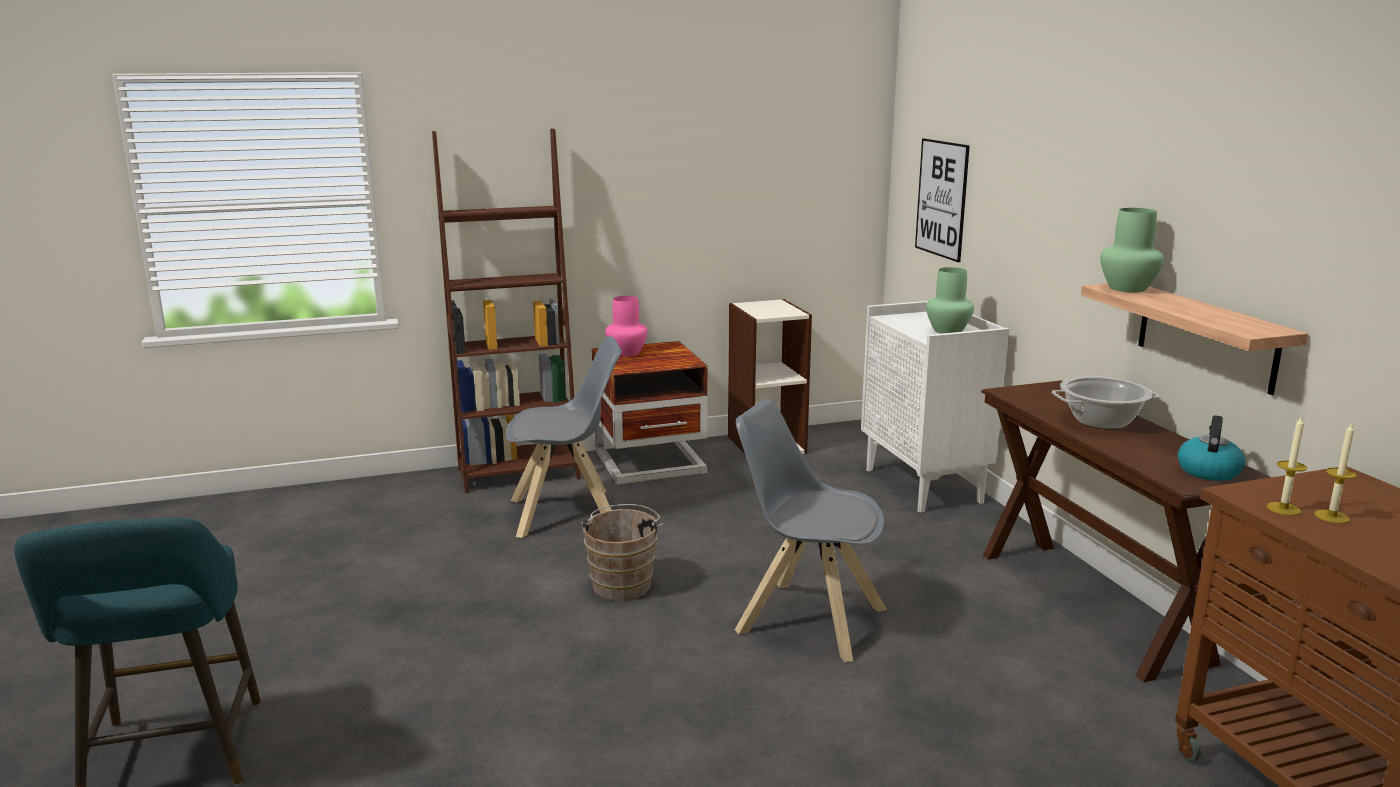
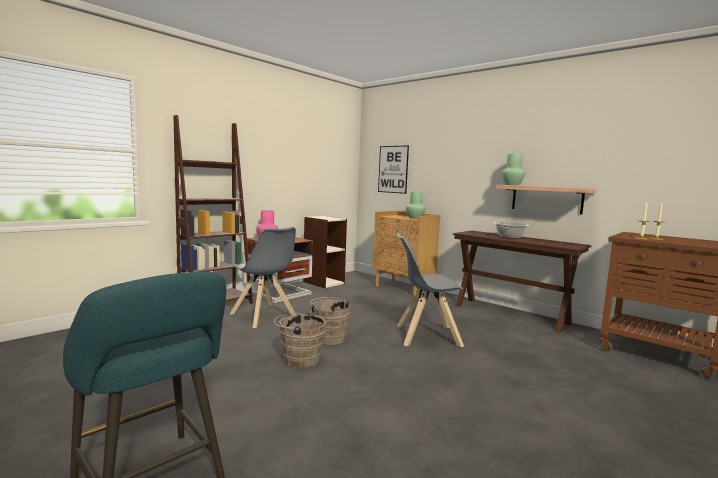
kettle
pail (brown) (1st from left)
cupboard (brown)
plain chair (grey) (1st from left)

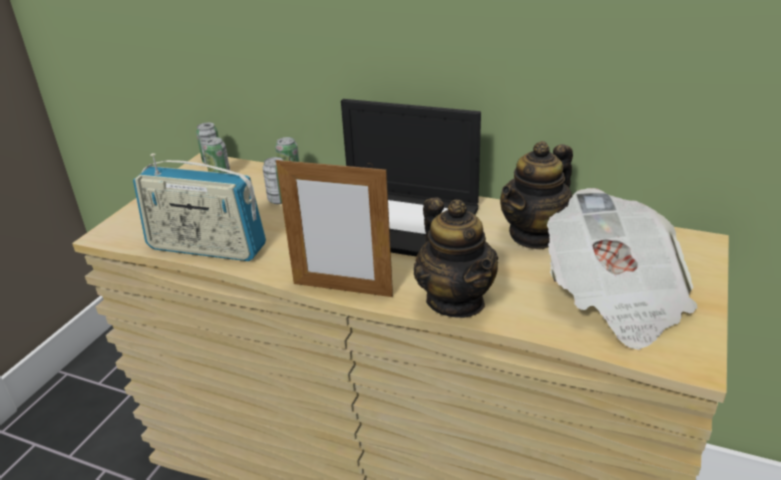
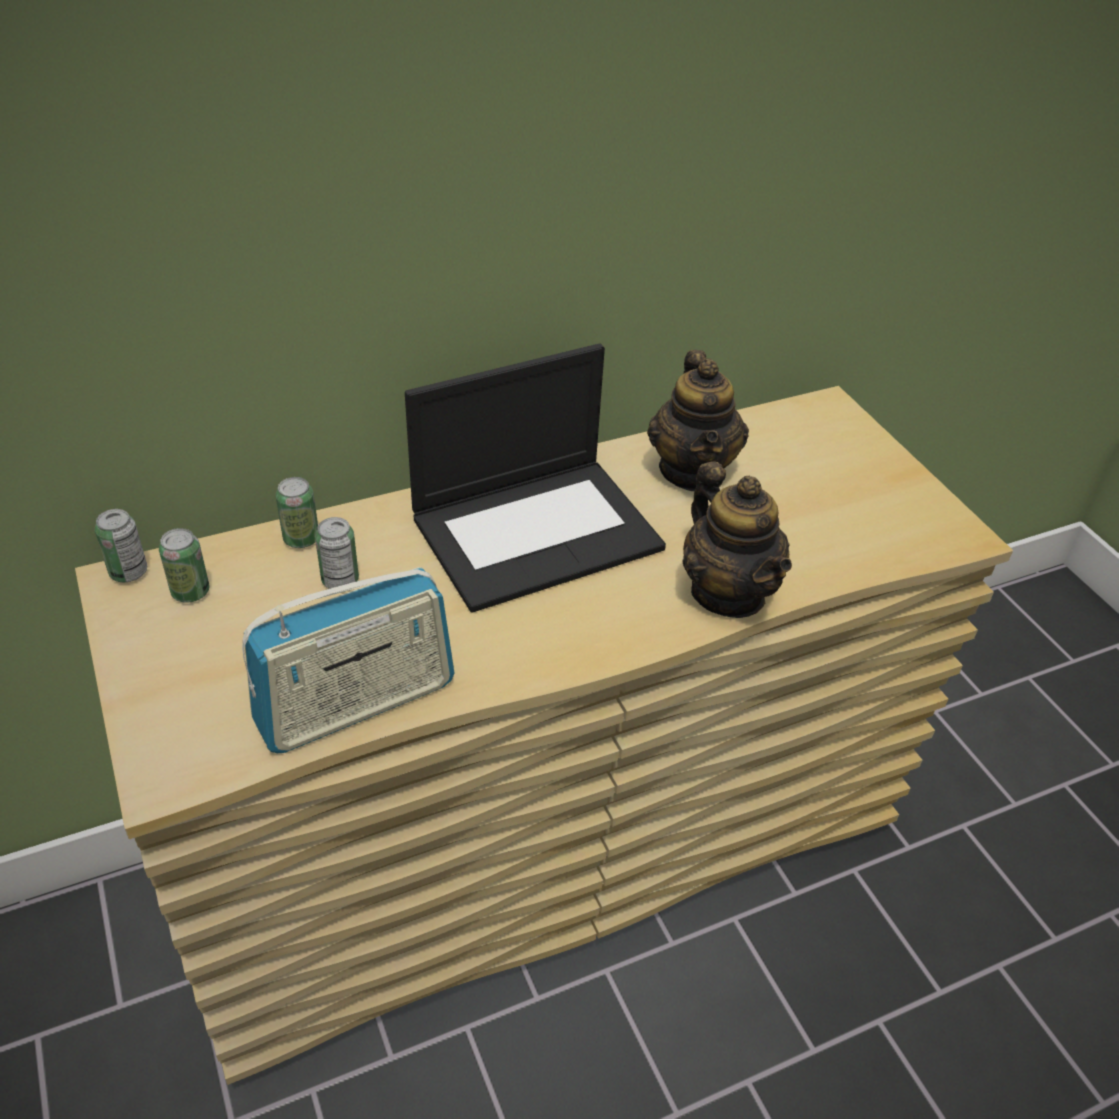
picture frame
daily paper
tea pot (2nd from left)

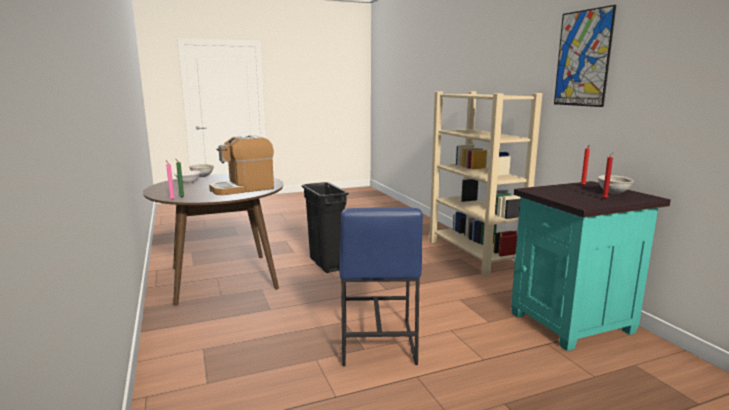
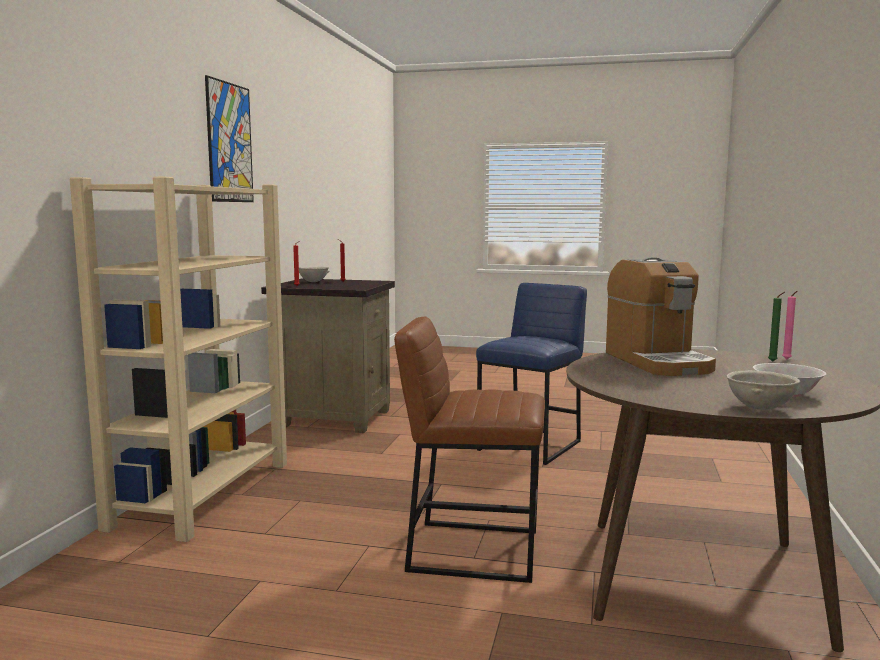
plain chair (brown)
cupboard (beige)
coffee brewer

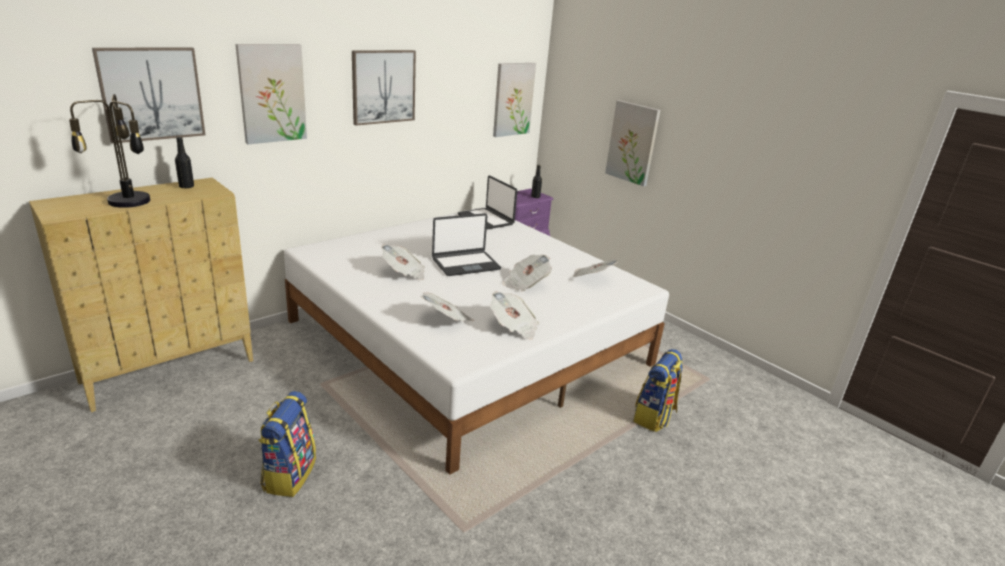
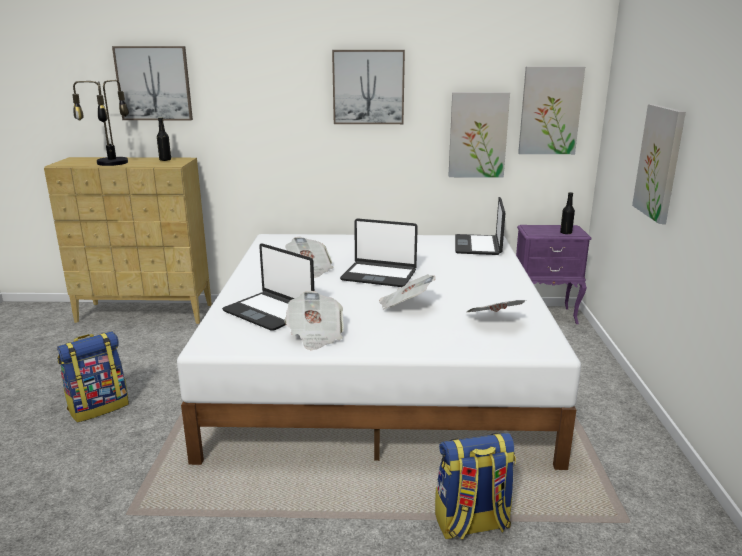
picture (3rd from left)
notebook computer (1st from left)

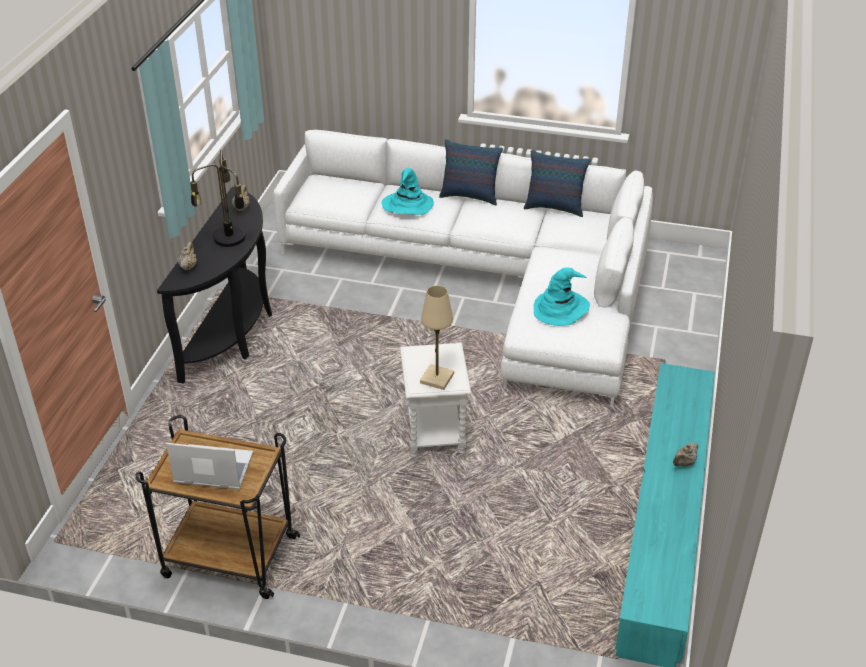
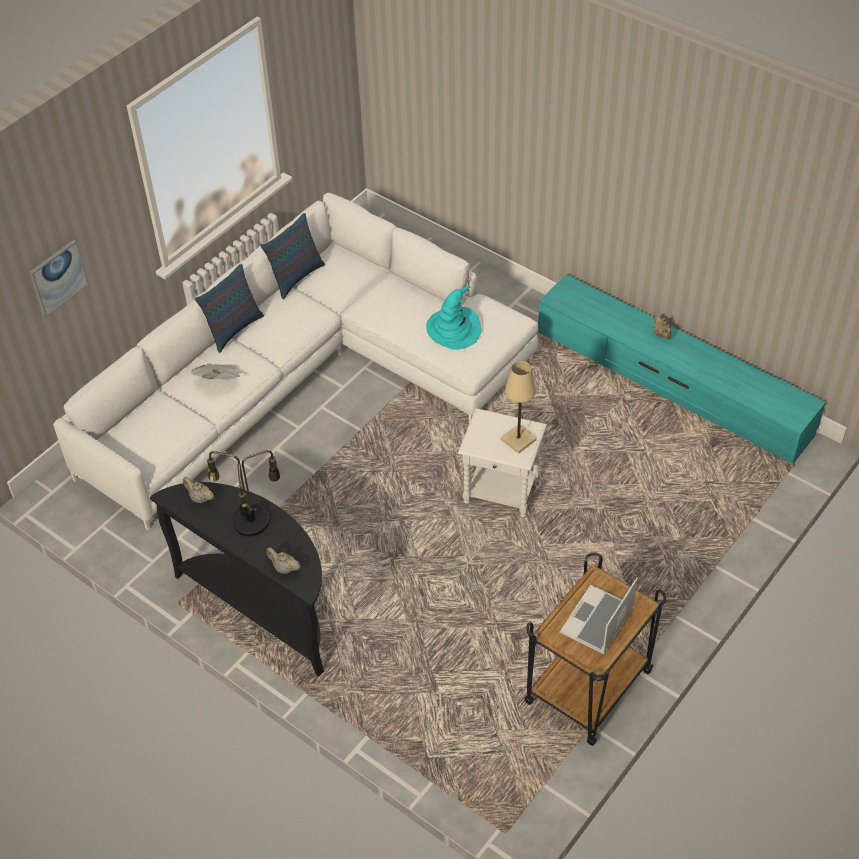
picture
daily paper

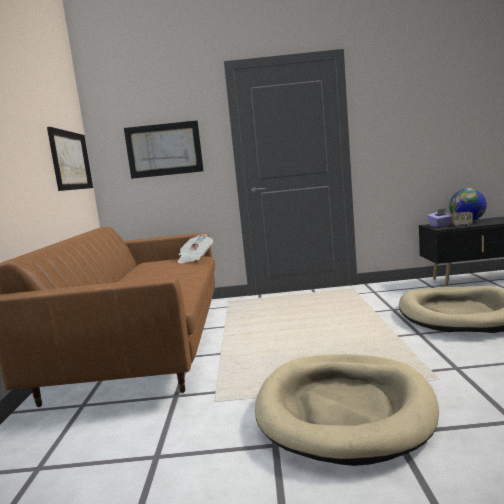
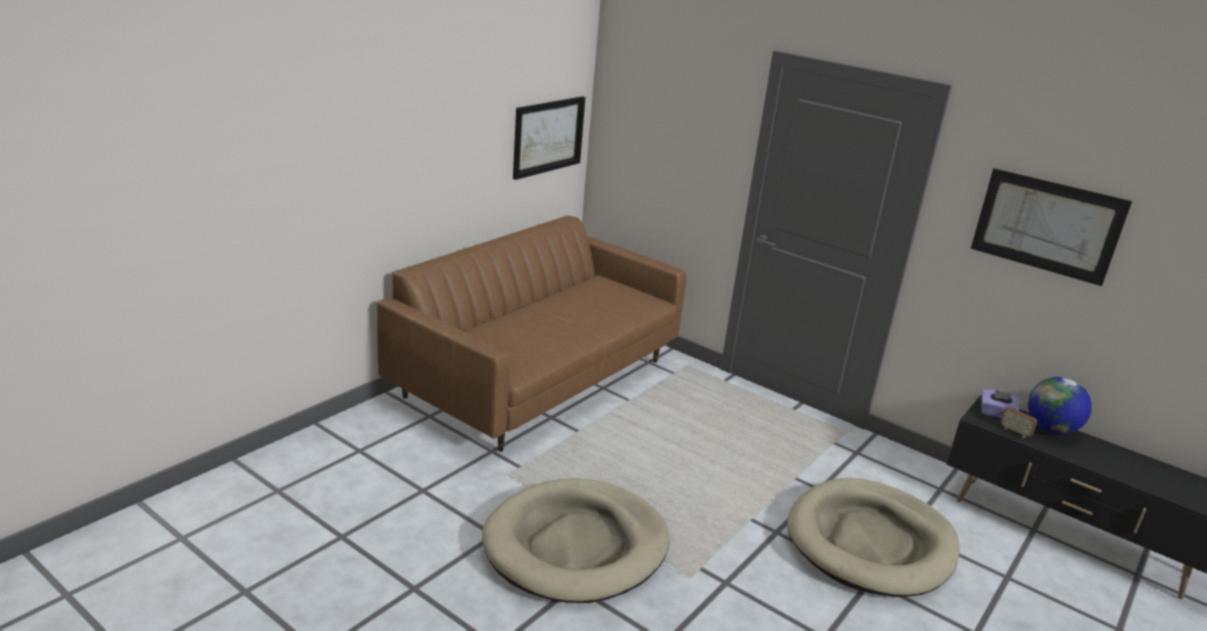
daily paper
picture (2nd from left)

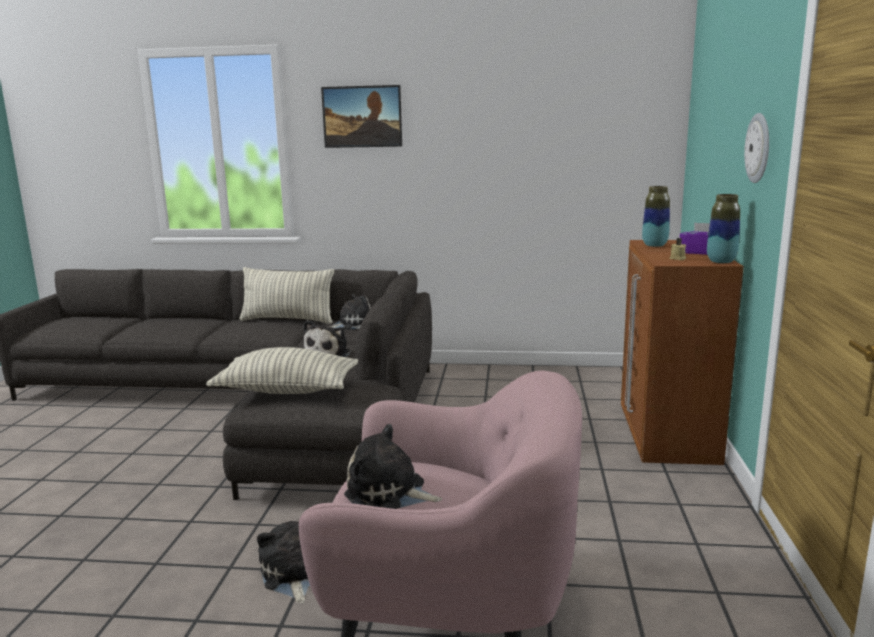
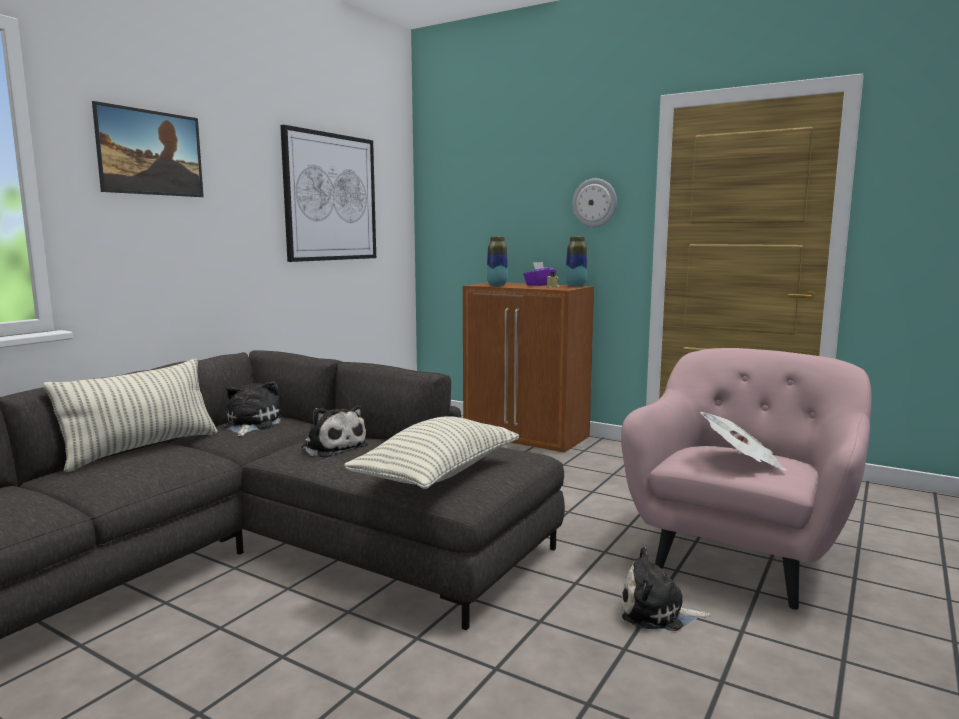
picture (2nd from left)
daily paper

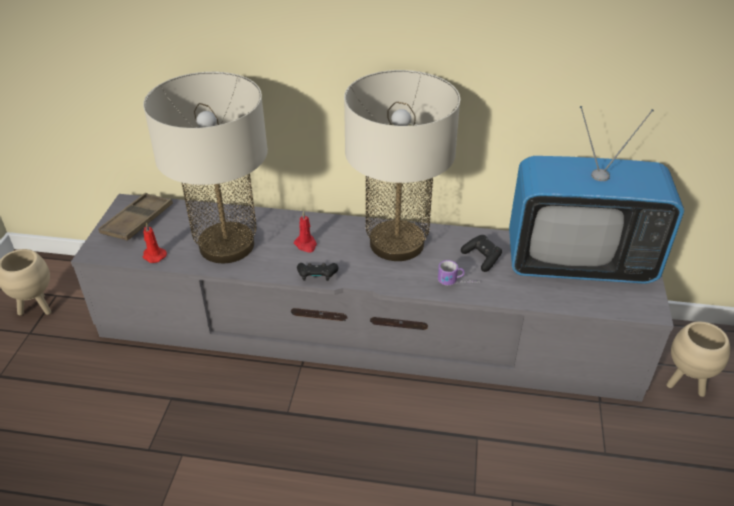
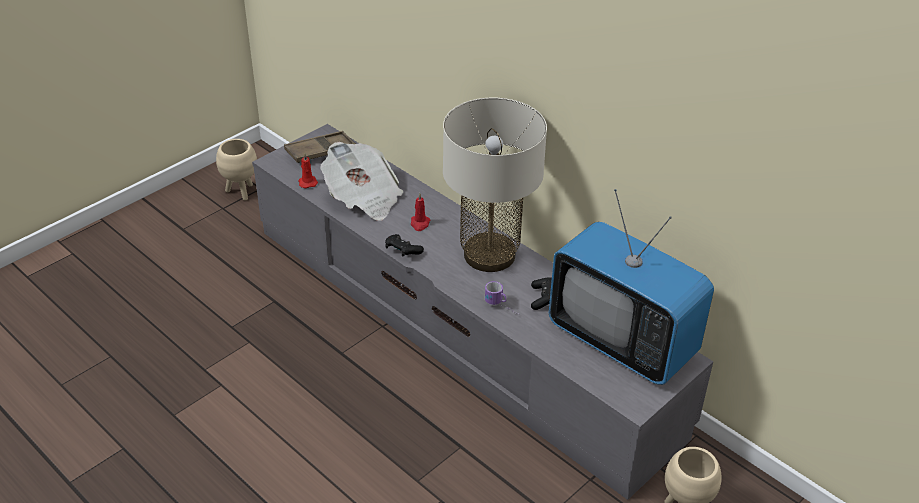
daily paper

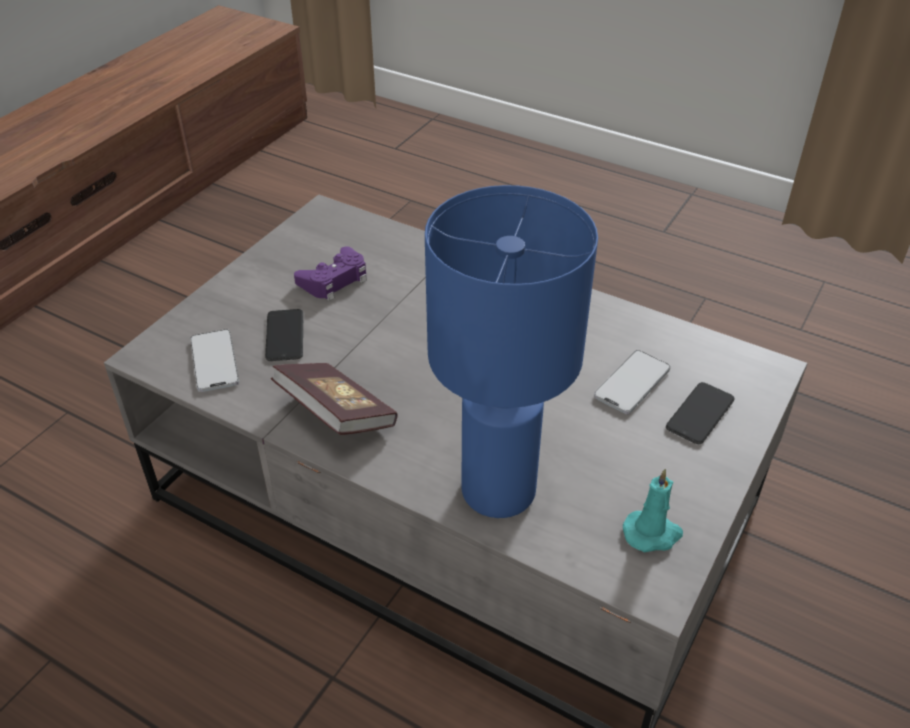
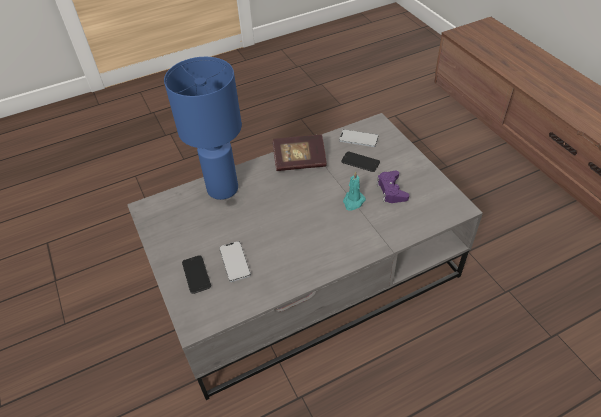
candle (turquoise-coloured)

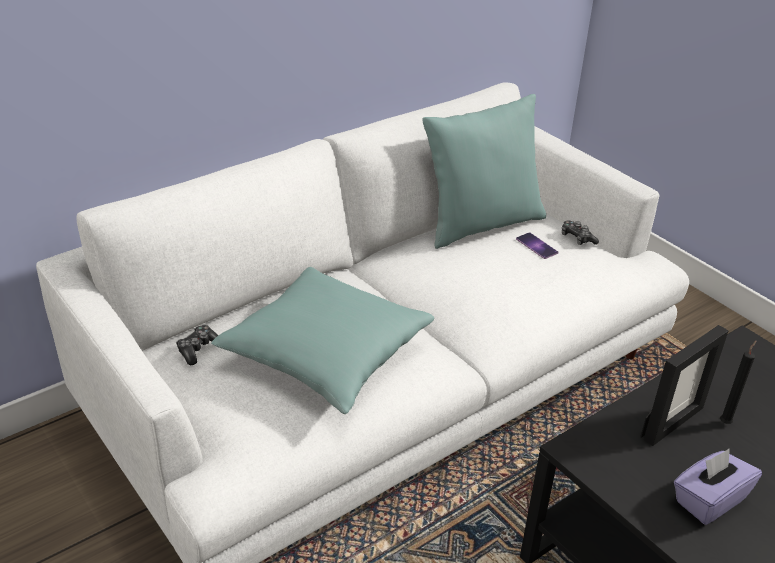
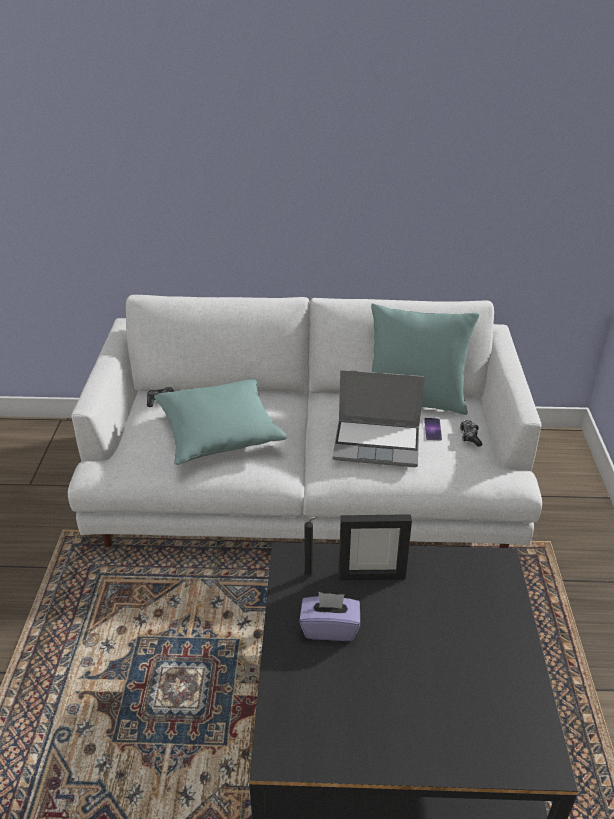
notebook computer
candle (black-coloured)

